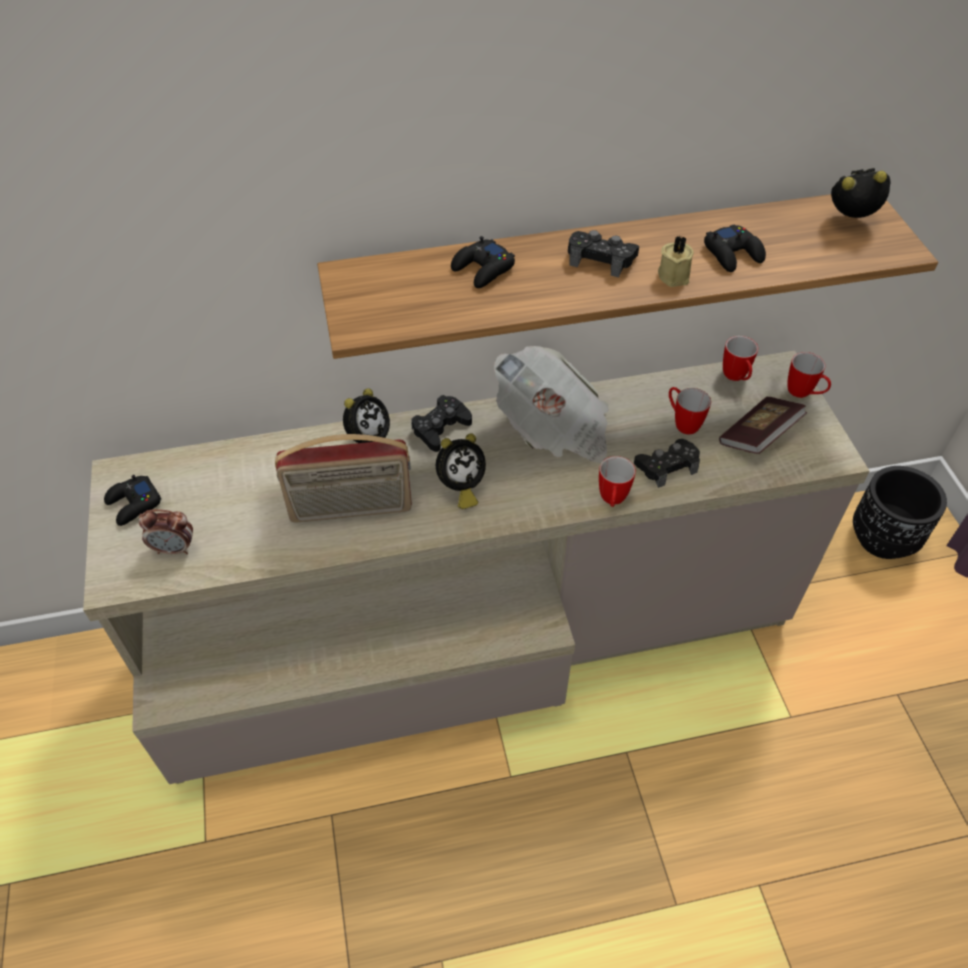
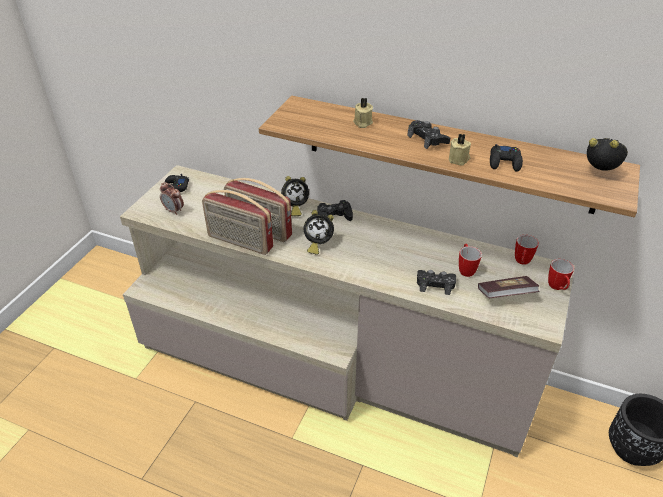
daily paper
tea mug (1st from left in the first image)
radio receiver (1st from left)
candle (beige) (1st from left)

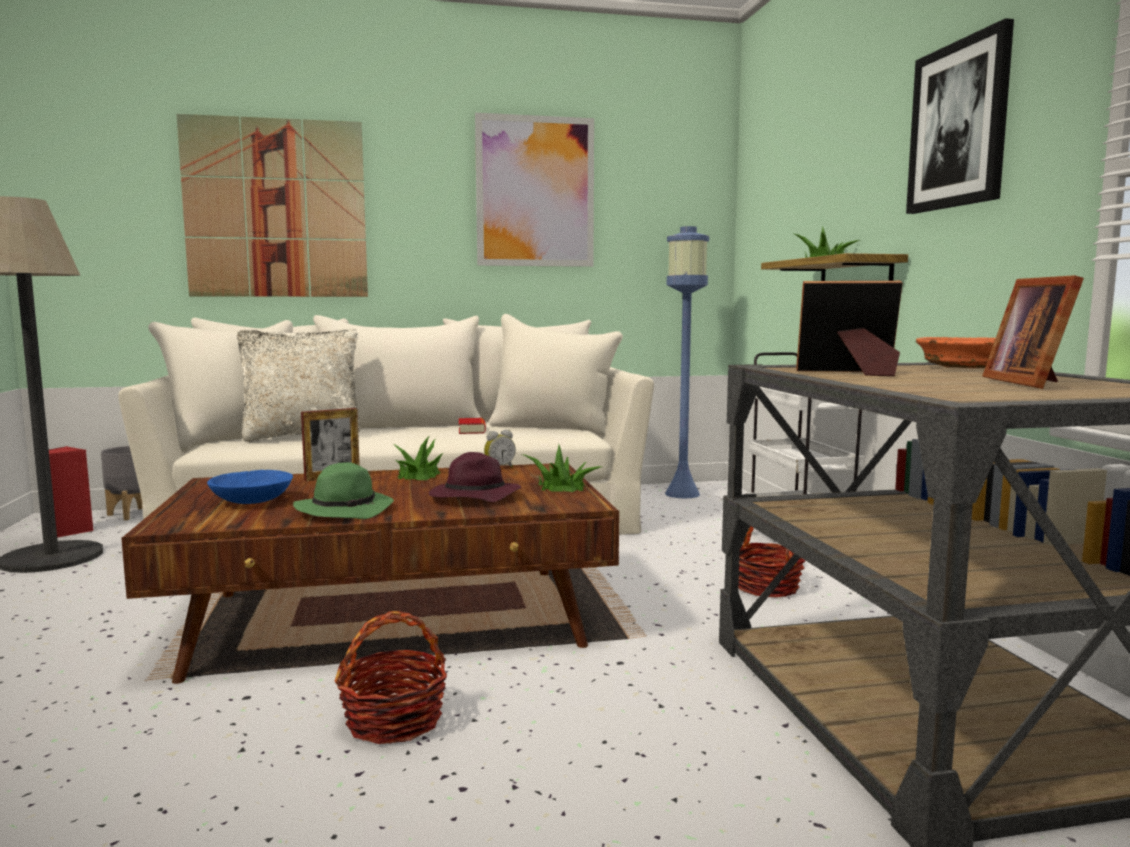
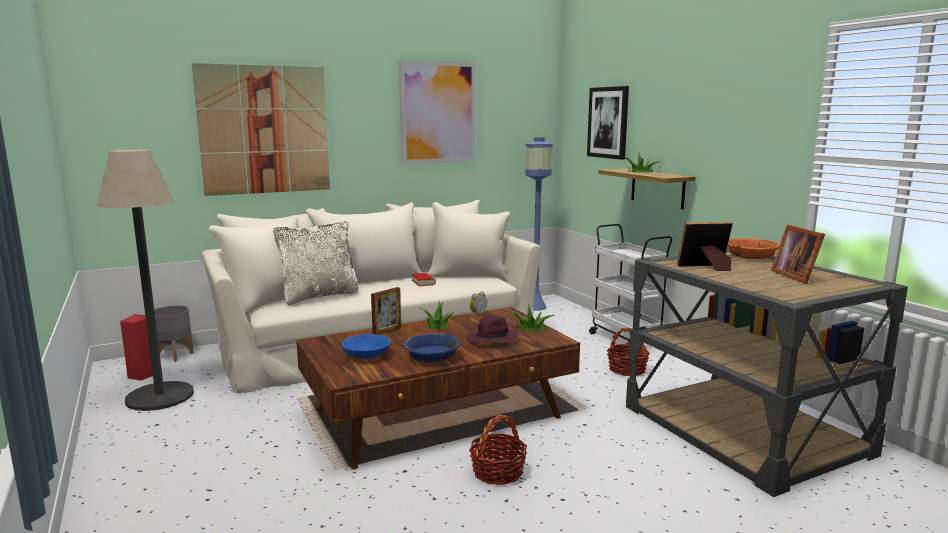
picture (3rd from left)
bowl (blue-coloured) (2nd from left)

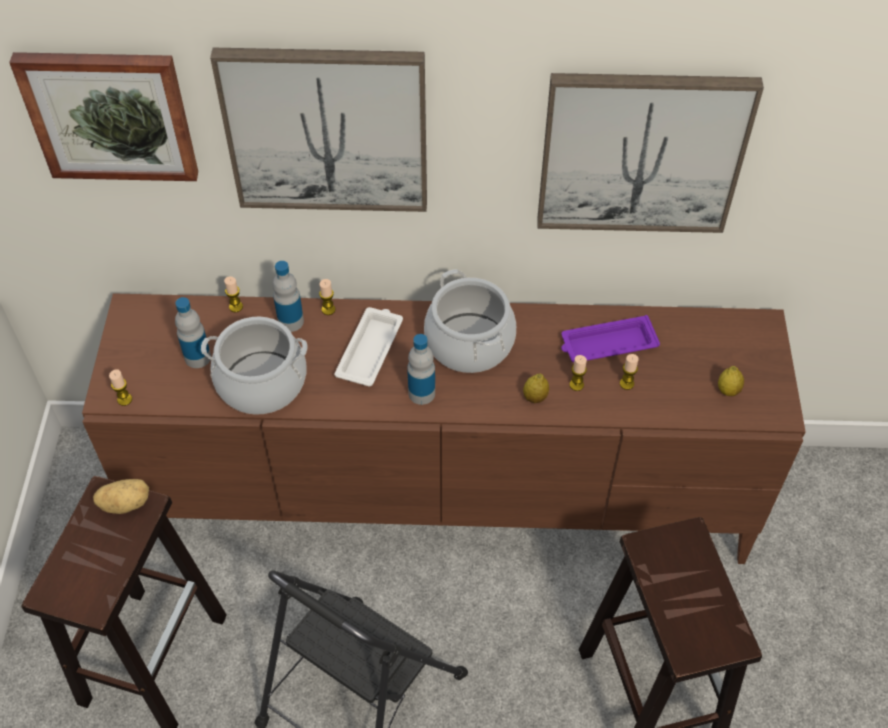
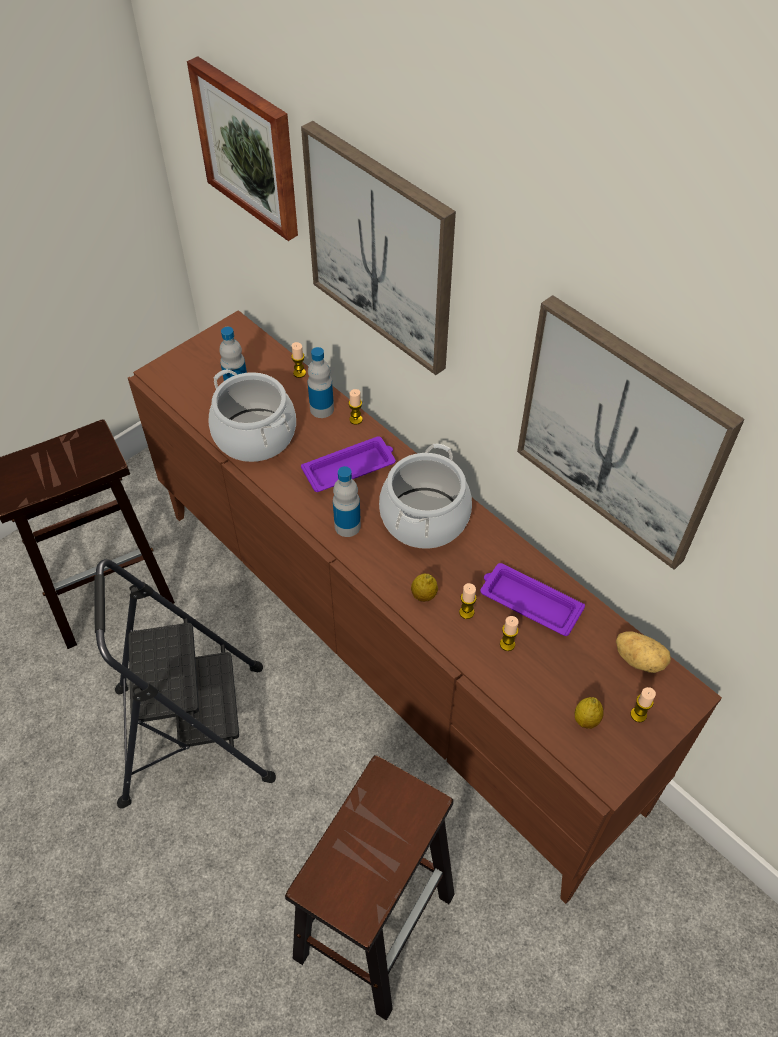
whole potato
candle (5th from left)
serving tray (purple-coloured) (1st from left)

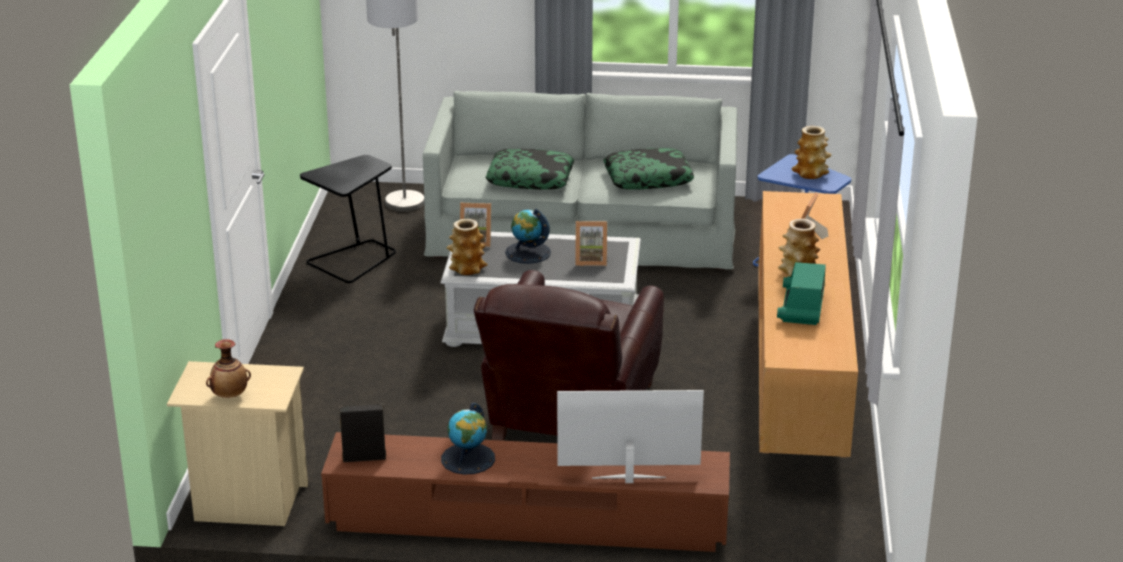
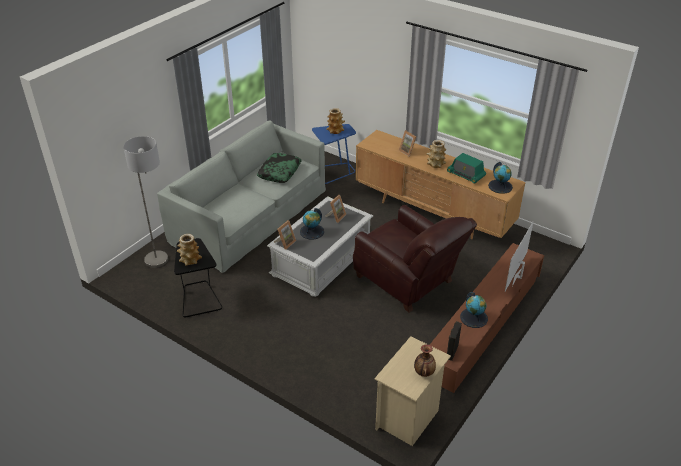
throw pillow (1st from left in the first image)
world globe (3rd from left)
vase (1st from left)

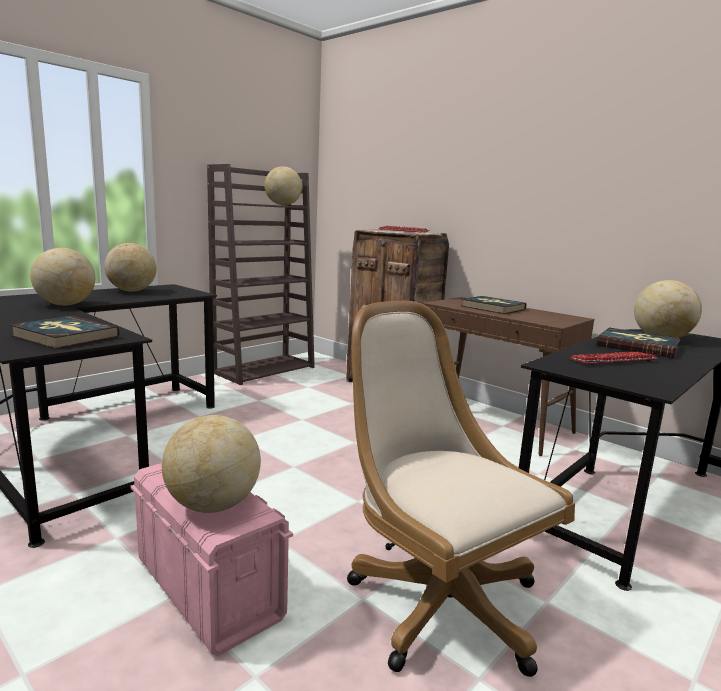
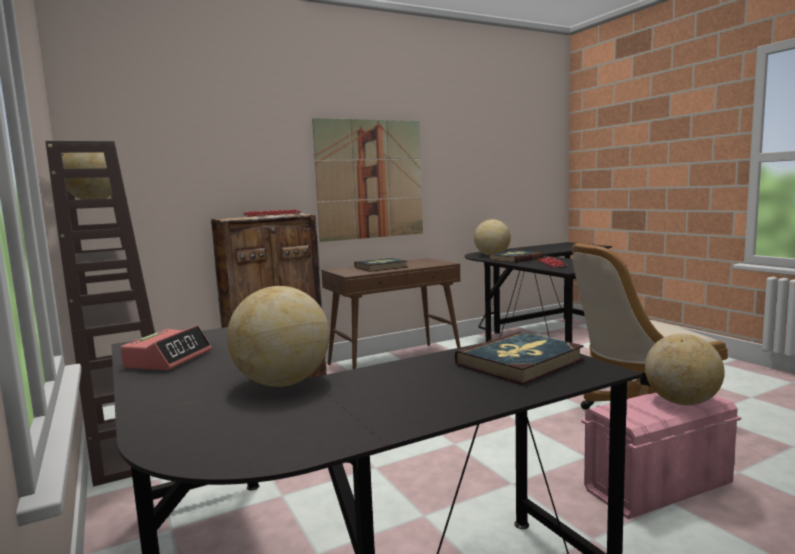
picture
table clock

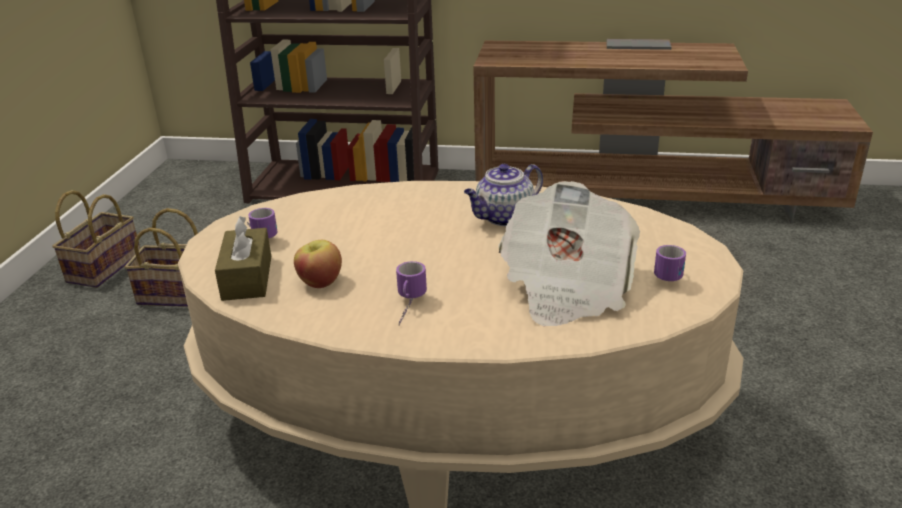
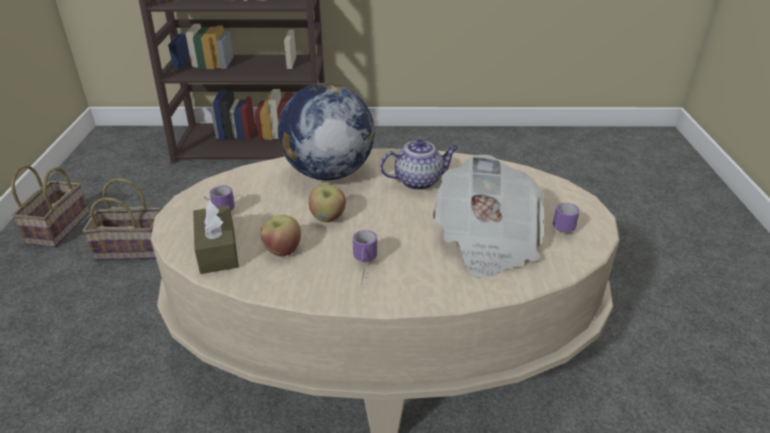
media console (brown)
world globe
whole apple (2nd from left)
tea pot

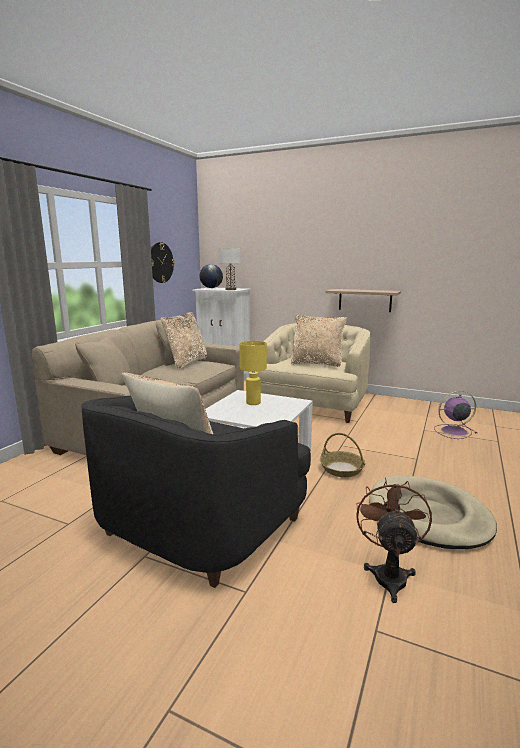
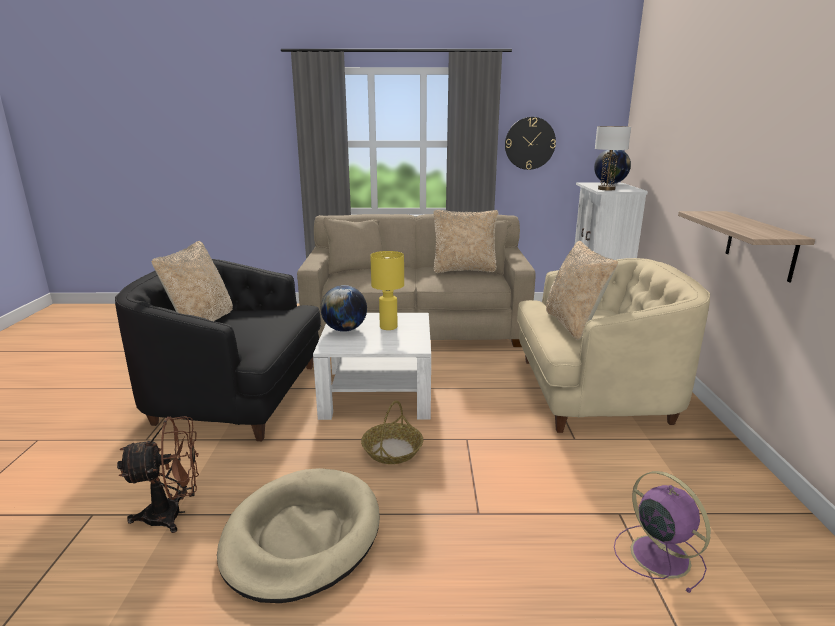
world globe (1st from left)

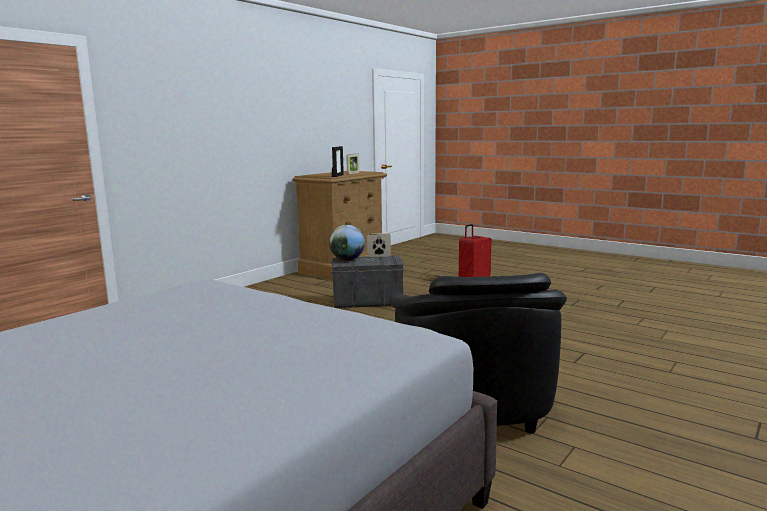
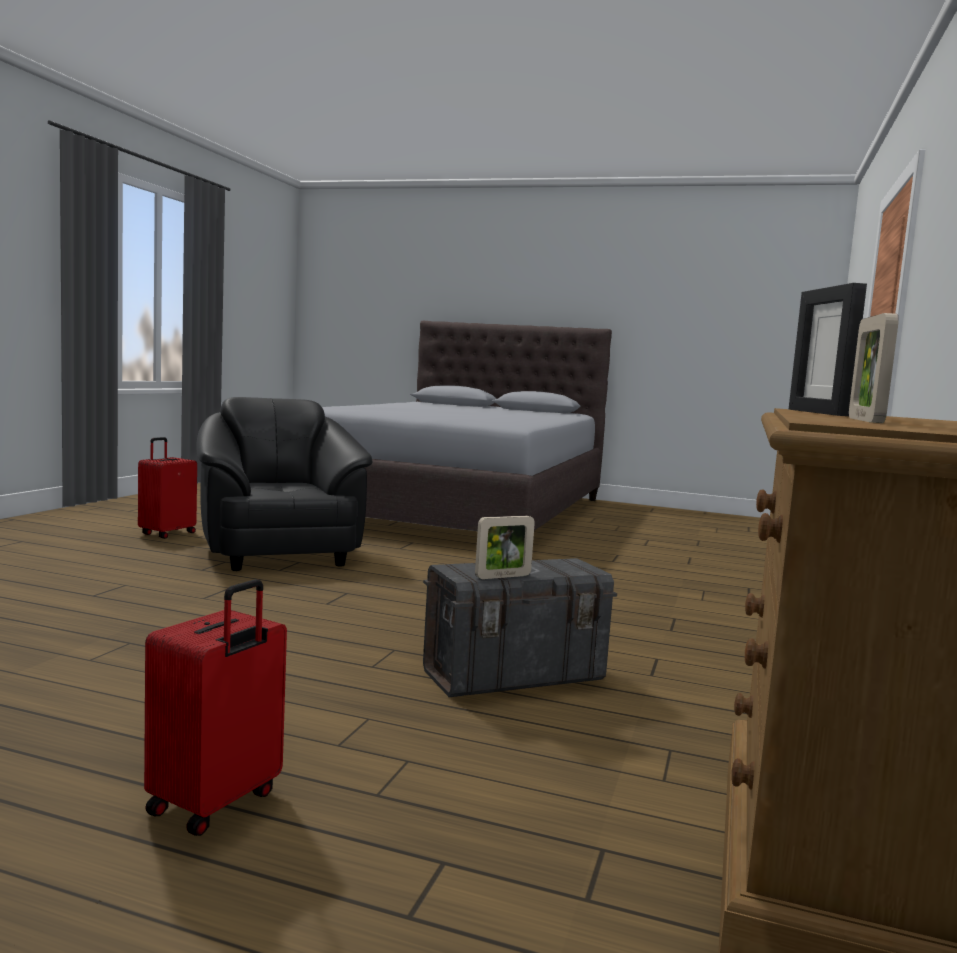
world globe
travel case (red) (1st from left)

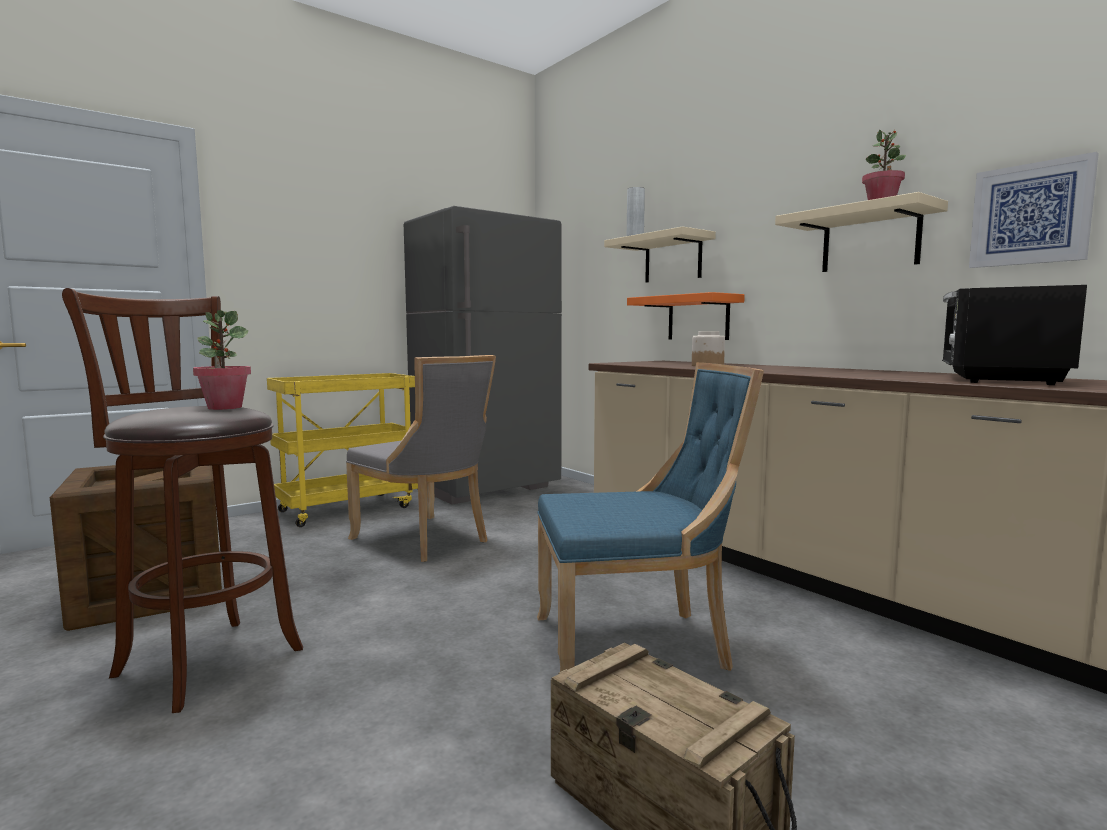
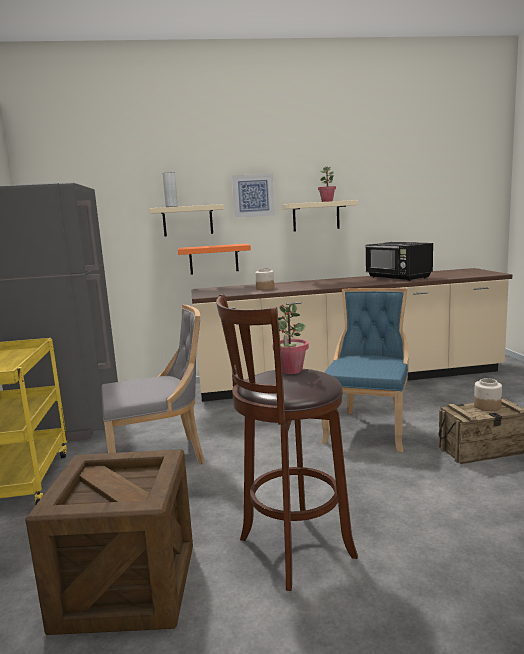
jar (2nd from left)
picture

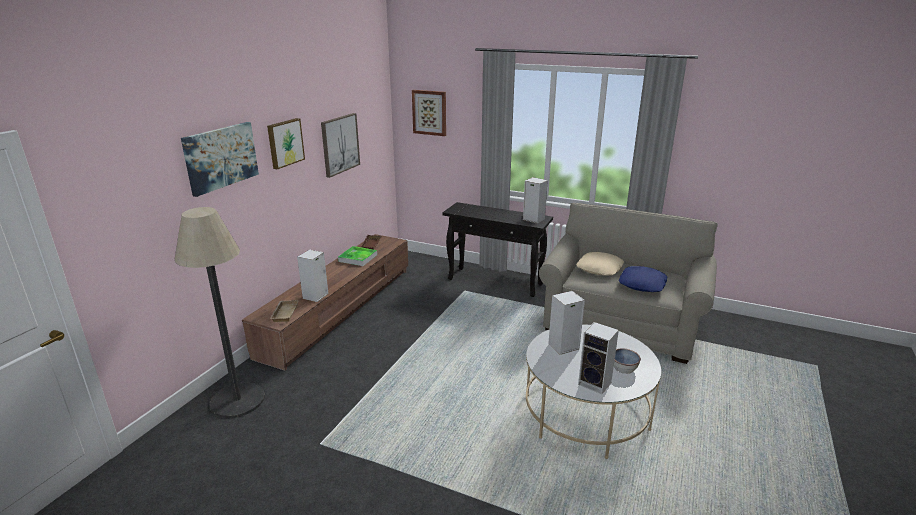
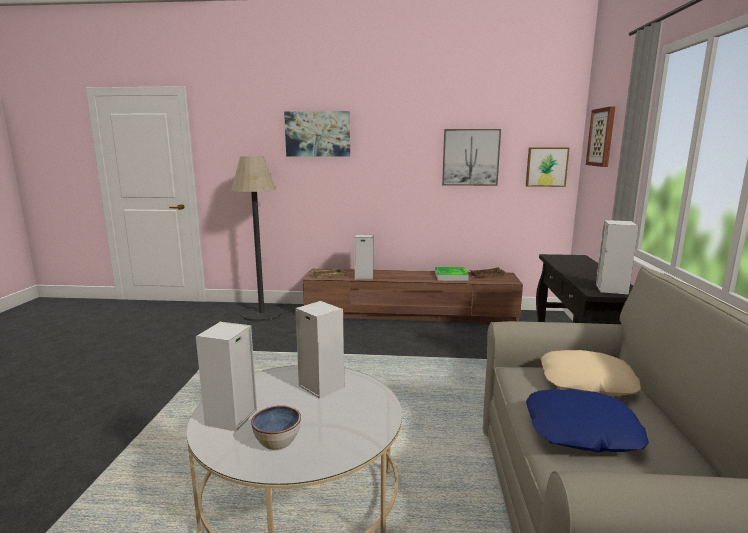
picture (3rd from left)

